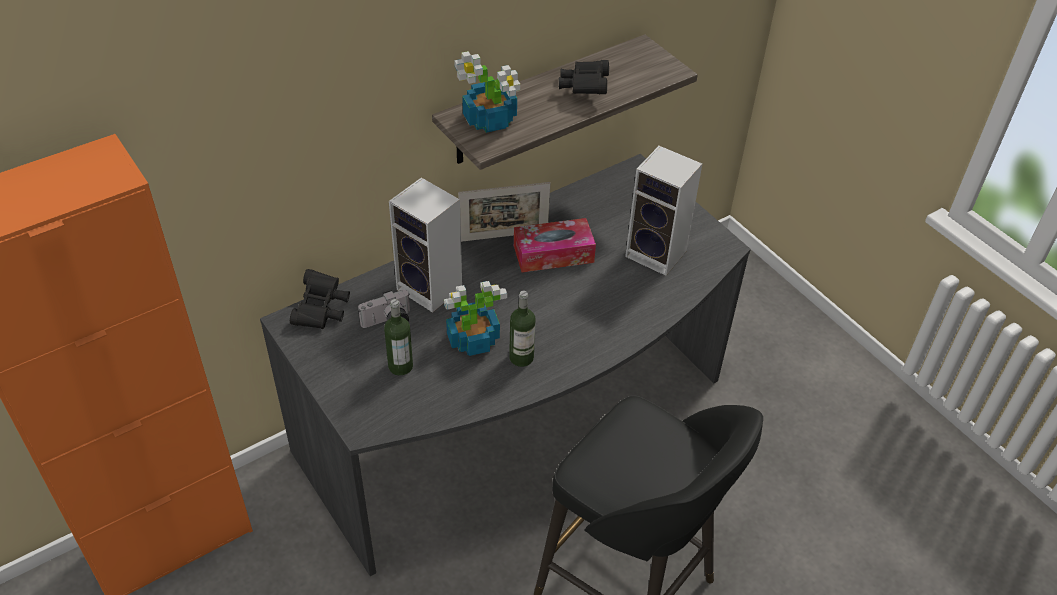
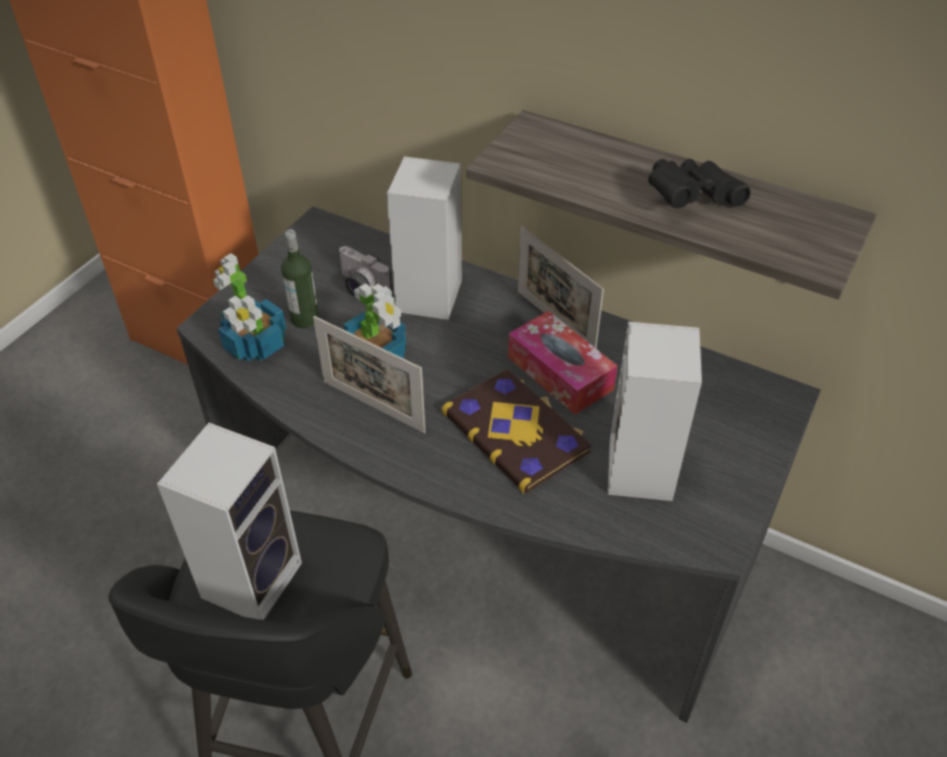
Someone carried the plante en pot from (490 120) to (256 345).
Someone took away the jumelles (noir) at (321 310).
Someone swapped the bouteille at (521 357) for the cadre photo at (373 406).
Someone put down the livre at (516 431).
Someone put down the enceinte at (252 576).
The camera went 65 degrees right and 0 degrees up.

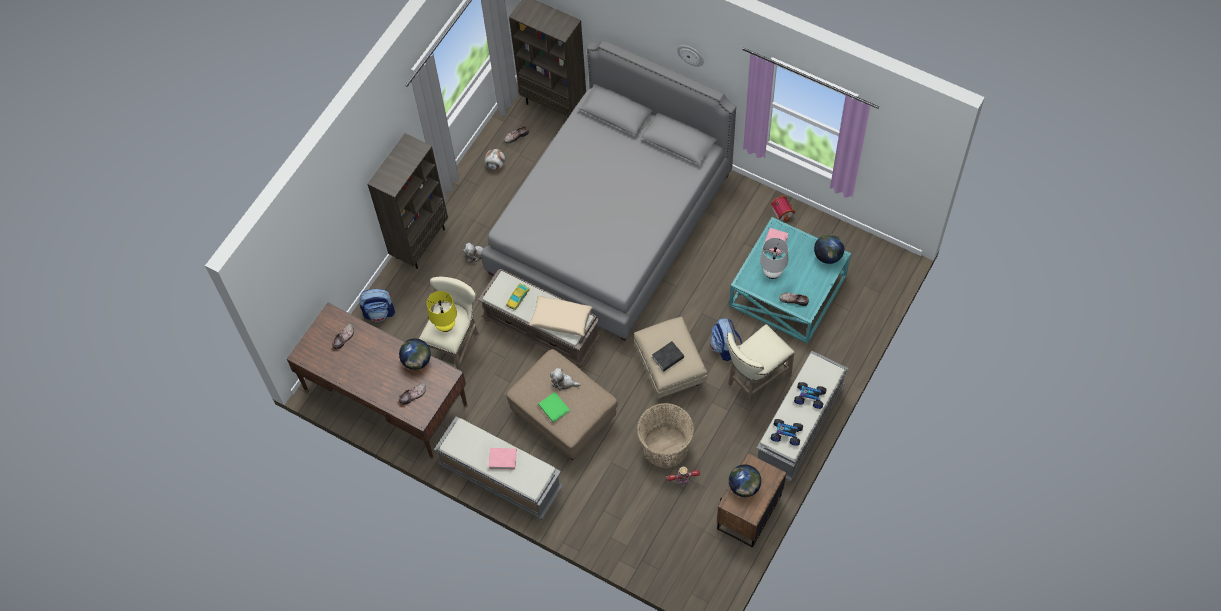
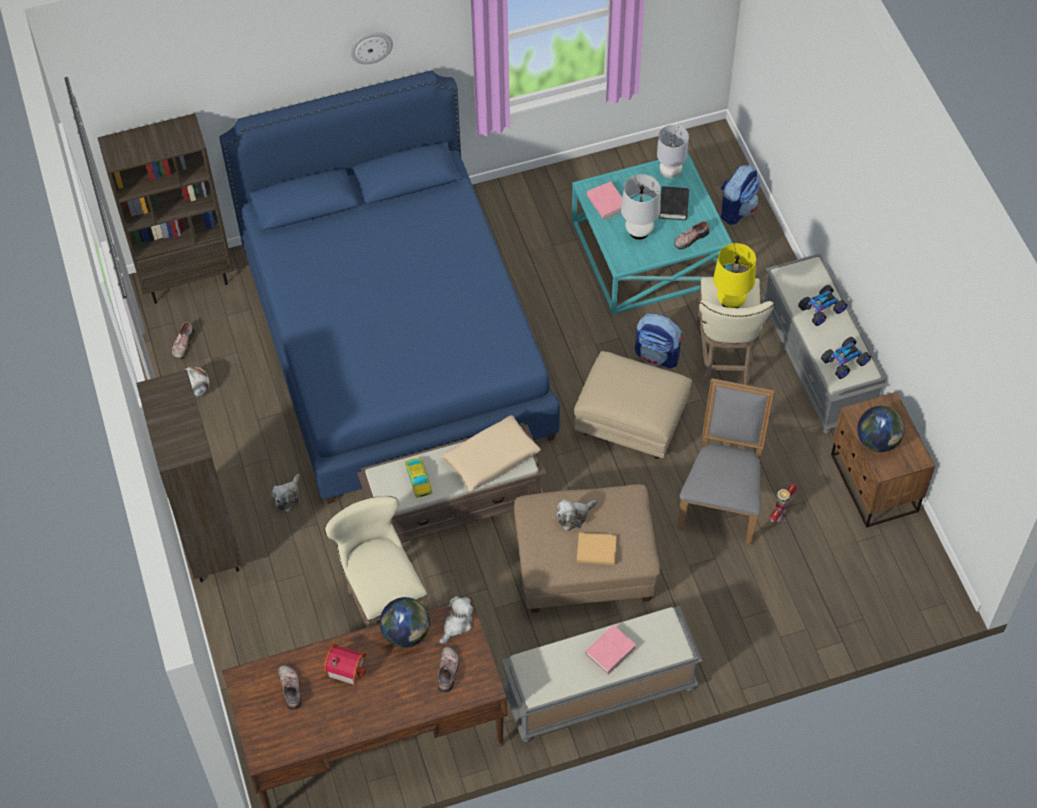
Someone repainted the lit (gris) at (610 223), which became the lit (bleu) at (395 342).
Someone carried the maison miniature from (783 212) to (346 667).
Someone swapped the globe at (828 255) for the lampe de table (gris) at (670 172).
Someone carried the sac à dos from (380 312) to (736 209).
Someone carried the lampe de table (jaune) from (445 325) to (731 301).
Someone carried the livre (noir) from (668 357) to (674 206).
Someone repainted the livre (vert) at (553 407), which became the livre (beige) at (595 549).
Someone swapped the panier at (665 447) for the chaise (gris) at (722 500).
Someone put down the peluche at (456 624).
The camera went 50 degrees left and 5 degrees down.

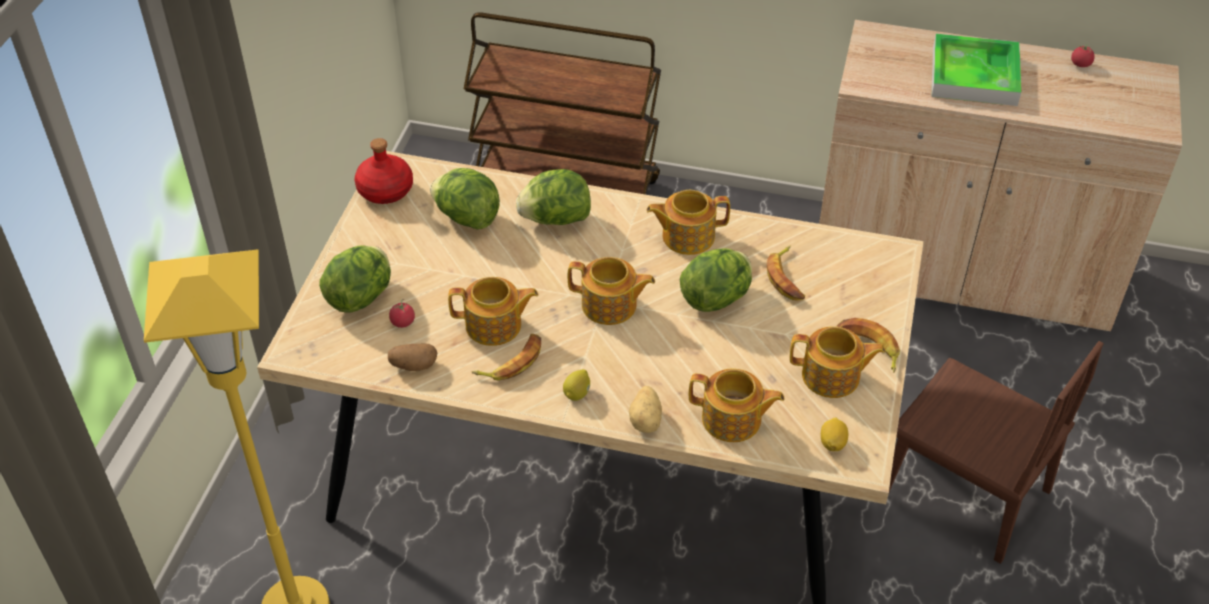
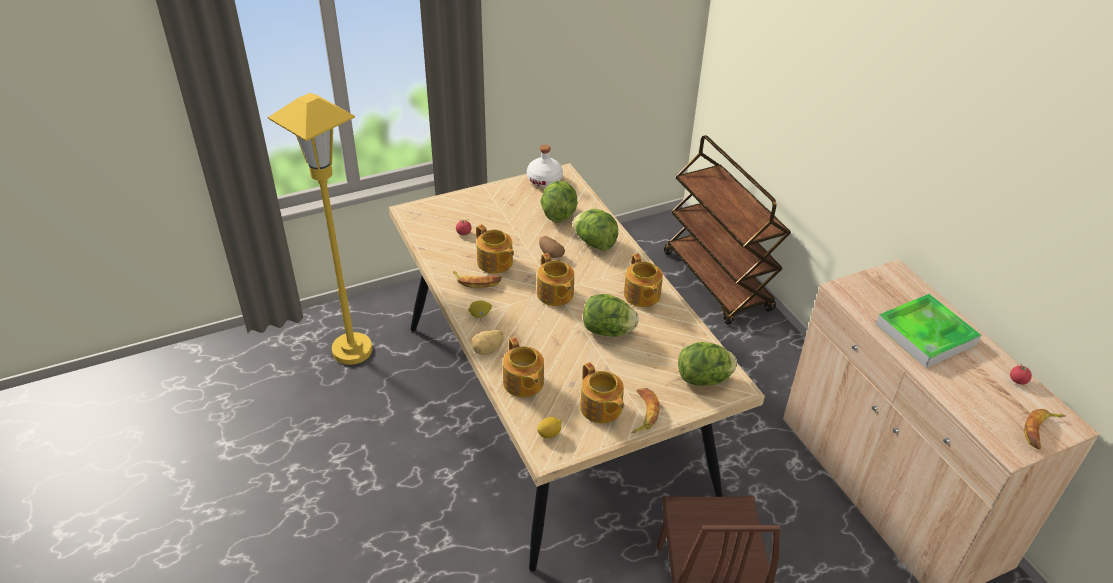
Someone repainted the bouteille (rouge) at (385 190), which became the bouteille (blanc) at (544 179).
Someone rotated the théière at (686 236) by 150 degrees counterclockwise.
Someone carried the laitue from (361 296) to (704 379).
Someone carried the banane from (786 278) to (1041 431).
Someone carried the pomme de terre from (413 366) to (550 253).
The camera went 50 degrees right and 5 degrees down.

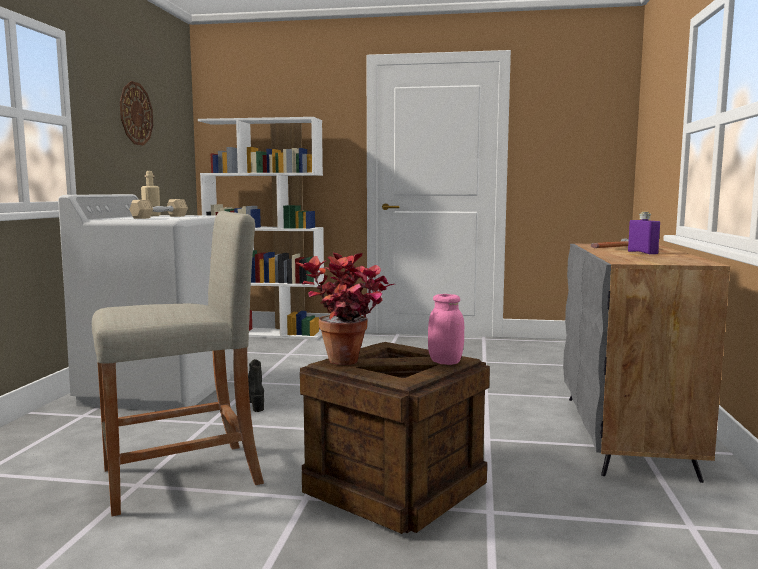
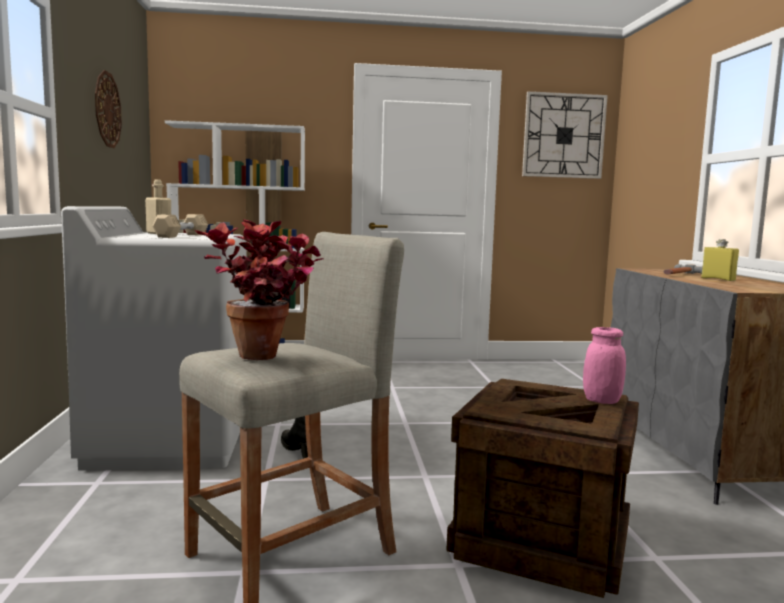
Someone repainted the bouteille (violet) at (642 252), which became the bouteille (jaune) at (718 279).
Someone carried the plante en pot from (348 365) to (266 360).
Someone put up the horloge murale at (563 136).
The camera went 15 degrees left and 0 degrees up.

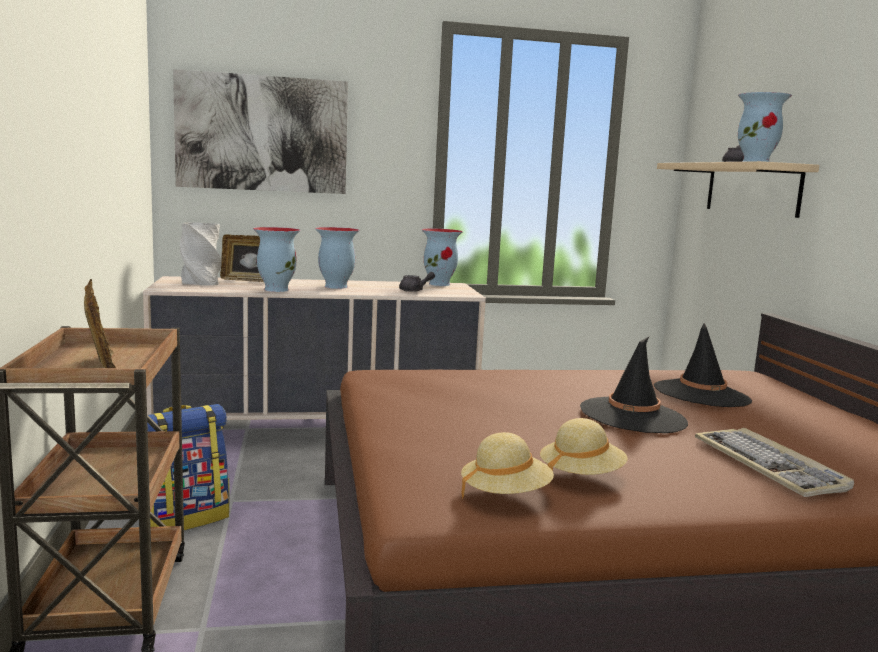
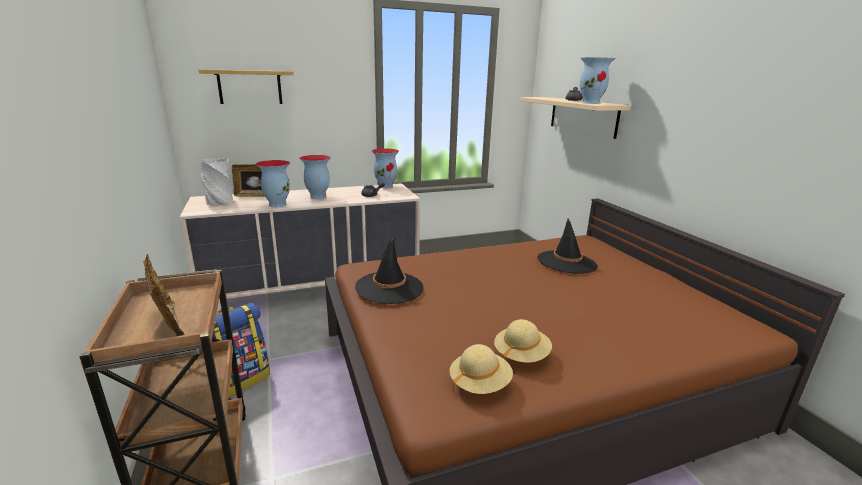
Someone swapped the tableau at (262 133) for the étagère at (250 87).
Someone carried the chapeau (noir) from (633 416) to (389 288).
Someone took away the clavier at (770 466).
The camera went 10 degrees left and 10 degrees up.

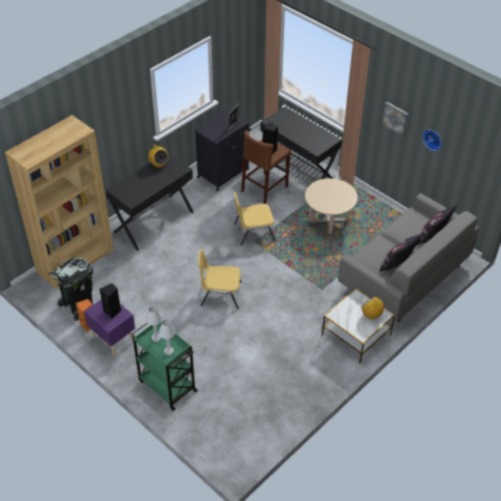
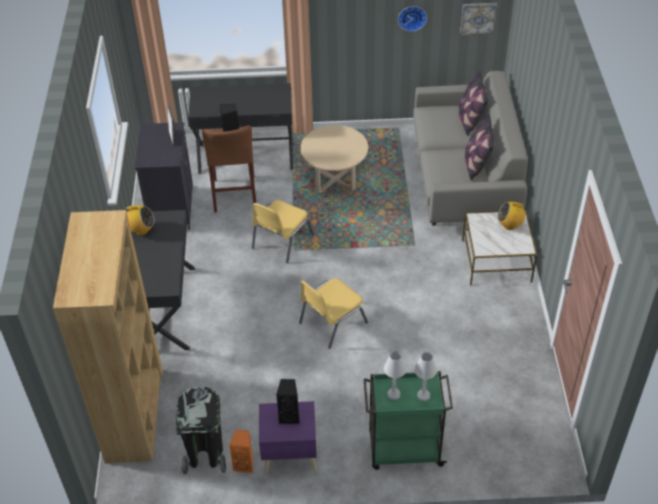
Someone carried the tableau from (396 118) to (478 18).
The camera went 45 degrees left and 0 degrees up.

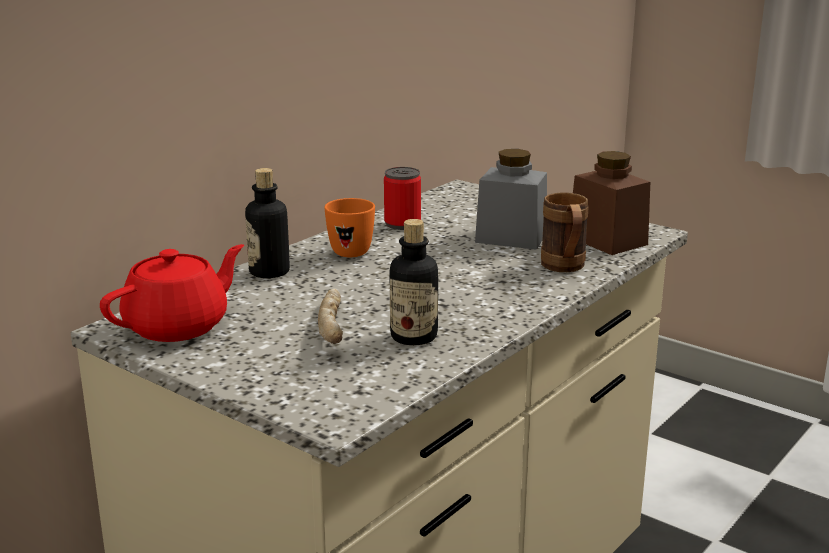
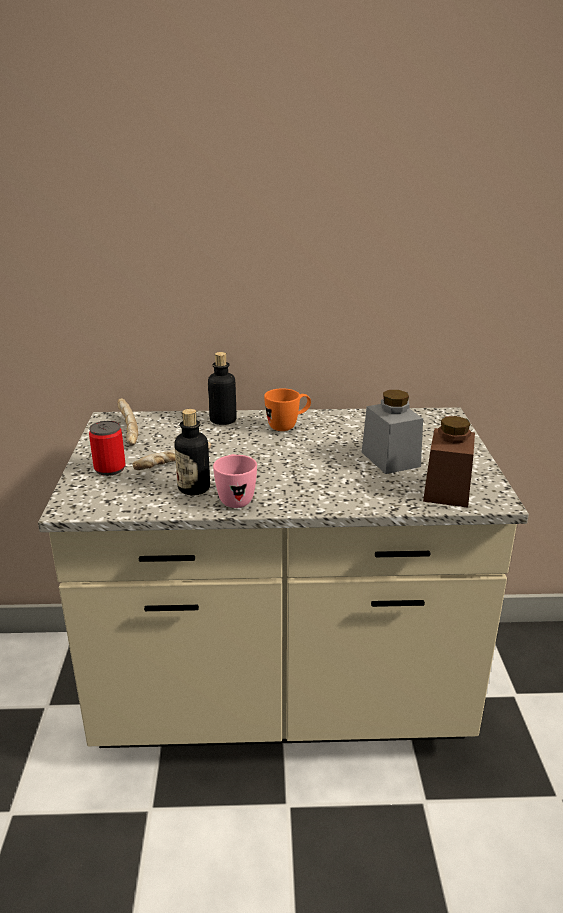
Someone carried the boîte métallique from (402 224) to (110 469).
Someone took away the mug (marron) at (564 268).
Someone swapped the théière (rouge) at (179 326) for the pain at (127 429).
Someone put down the mug (rose) at (235 498).
The camera went 50 degrees right and 5 degrees up.

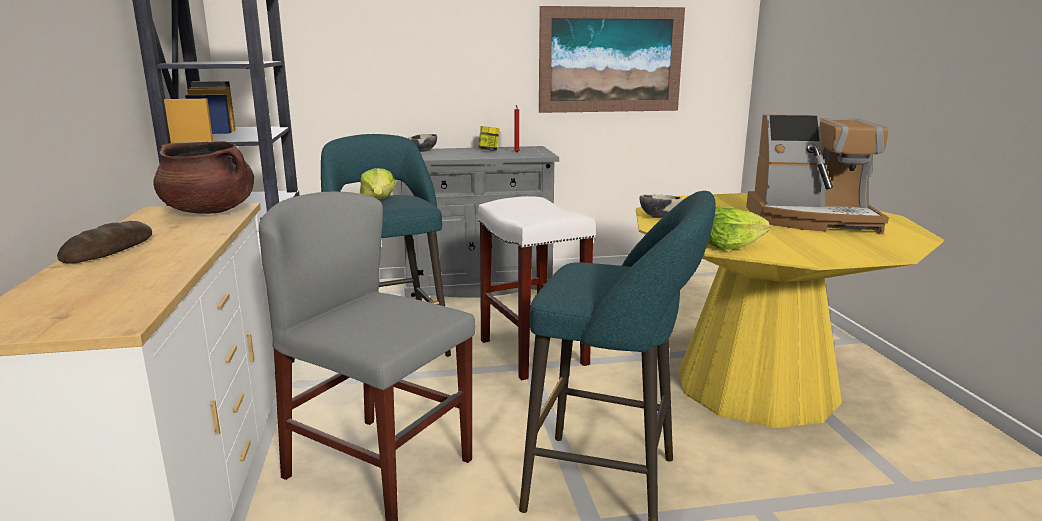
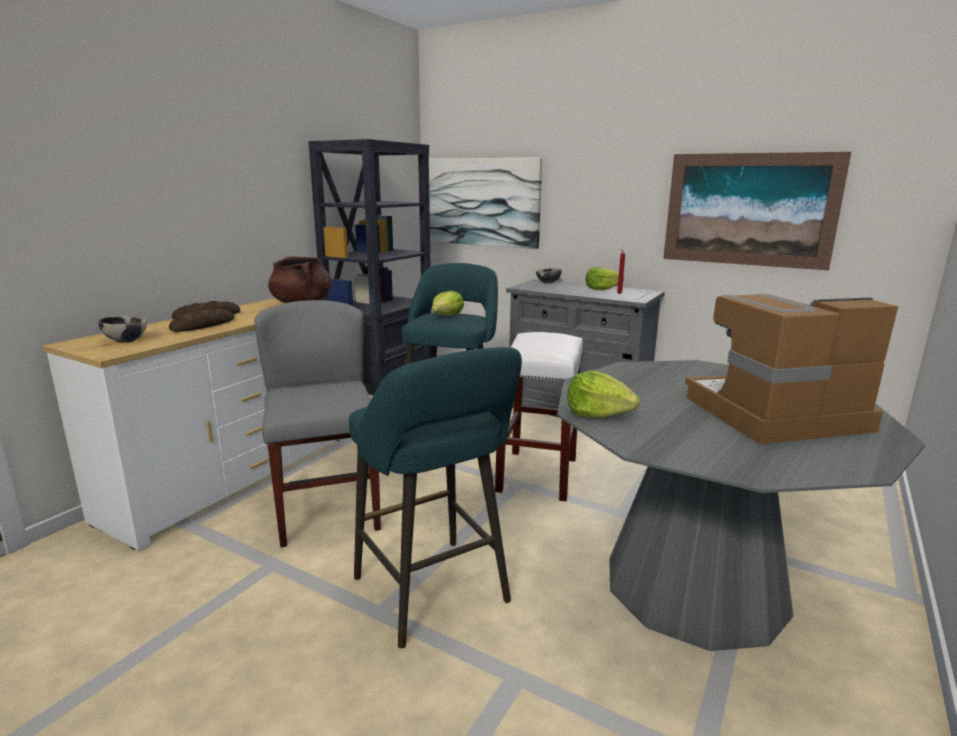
Someone rotated the machine à café at (811 219) by 120 degrees clockwise.
Someone swapped the bocal at (488 150) for the laitue at (601 289).
Someone repainted the table à manger (jaune) at (756 386), which became the table à manger (gris) at (694 585).
Someone carried the bol from (658 217) to (126 341).
Someone put up the tableau at (483 202).
Someone put down the pain at (203 325).
The camera went 40 degrees right and 0 degrees up.

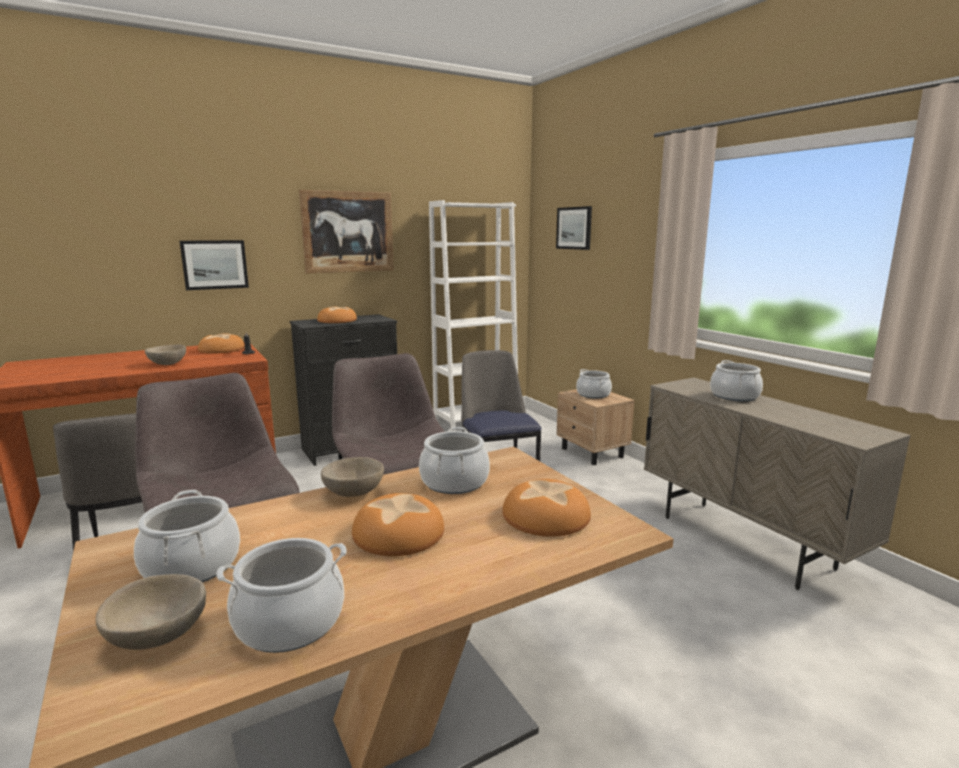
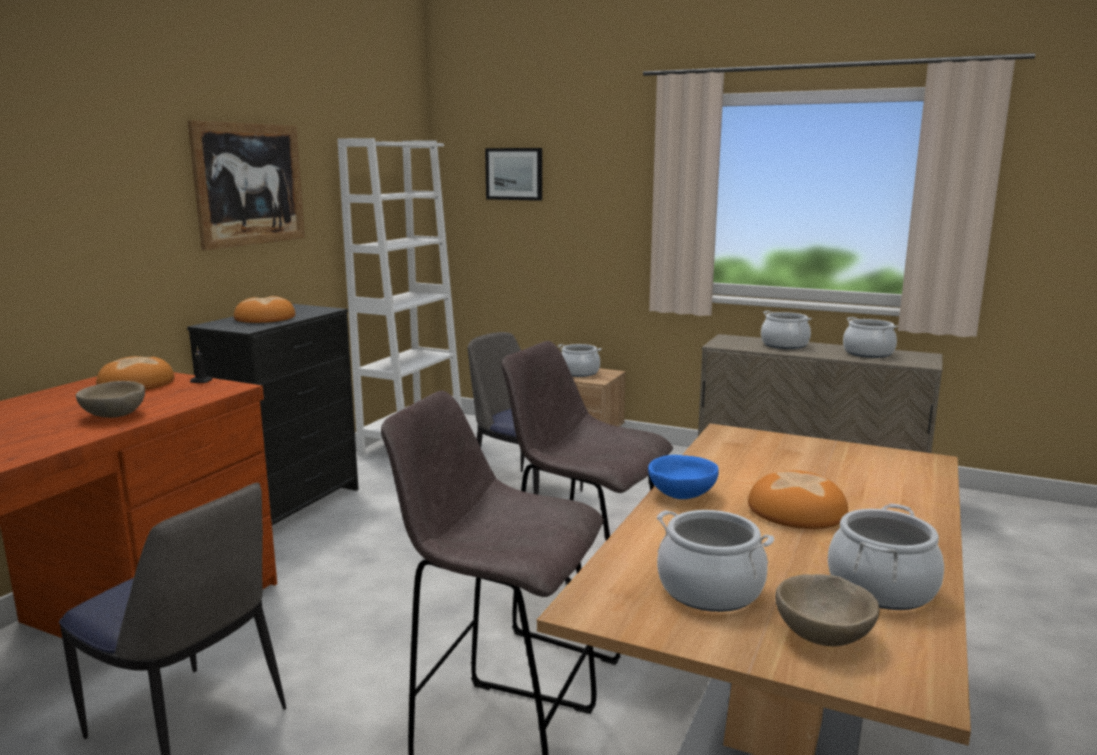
Someone took away the tableau at (214 264).
Someone carried the marmite from (454 482) to (868 353).
Someone repainted the bol (beige) at (354 492), which became the bol (bleu) at (682 494).
Someone took away the pain at (545 516).
The camera went 35 degrees left and 0 degrees up.

